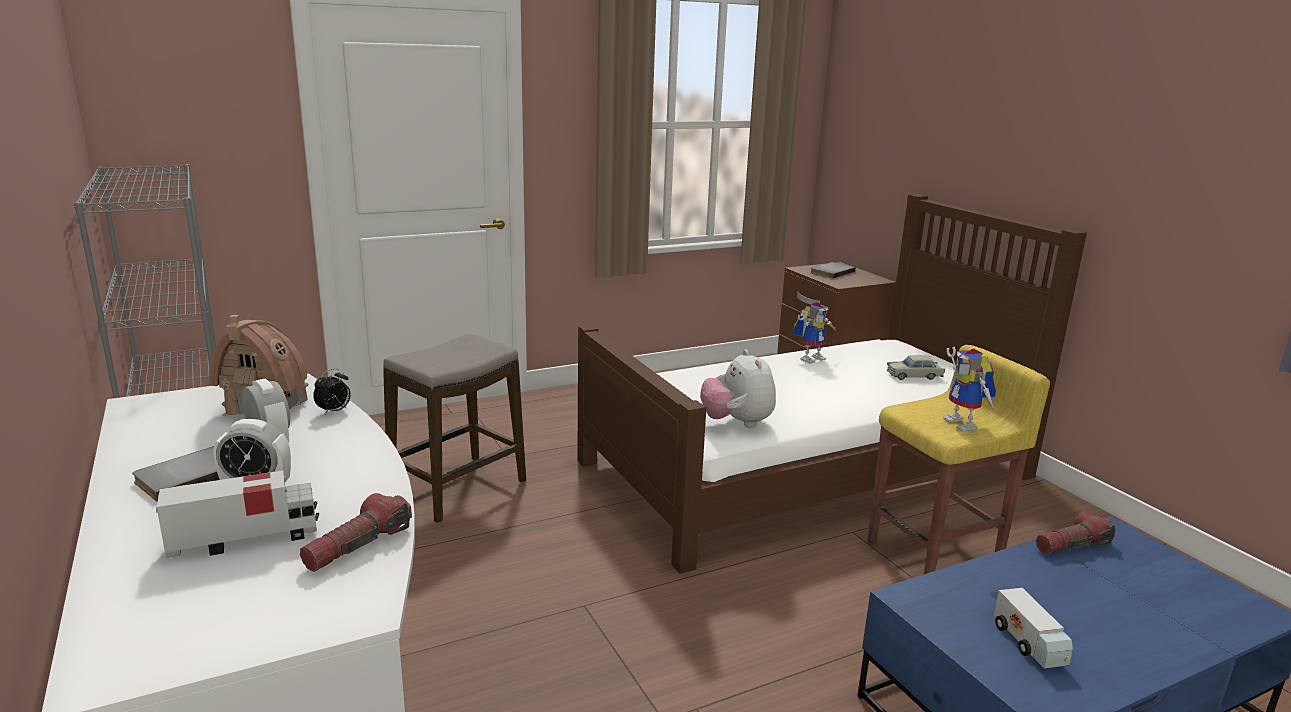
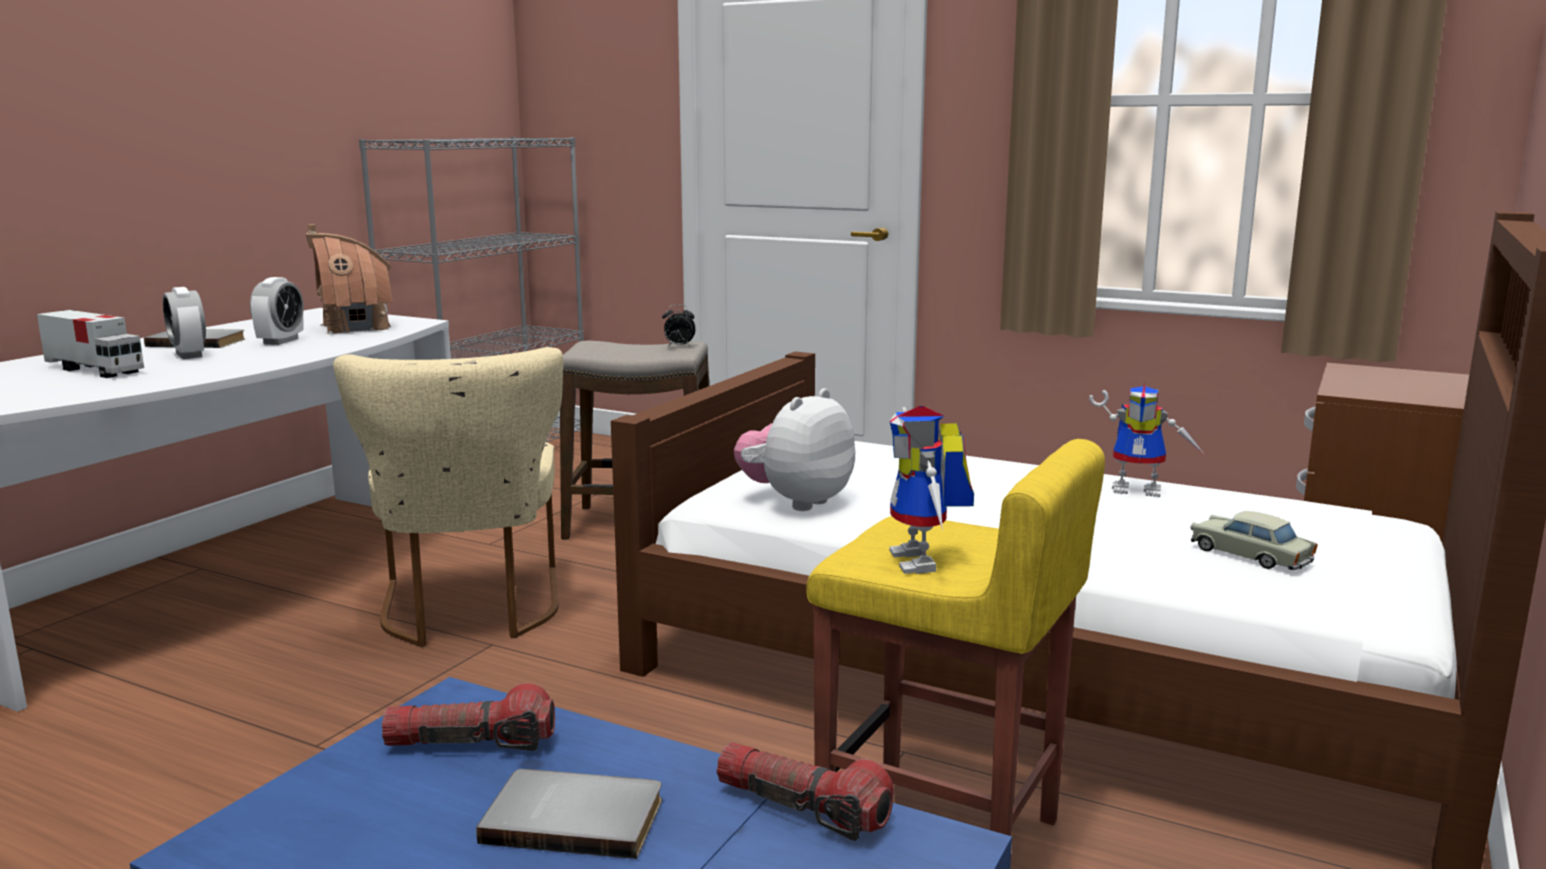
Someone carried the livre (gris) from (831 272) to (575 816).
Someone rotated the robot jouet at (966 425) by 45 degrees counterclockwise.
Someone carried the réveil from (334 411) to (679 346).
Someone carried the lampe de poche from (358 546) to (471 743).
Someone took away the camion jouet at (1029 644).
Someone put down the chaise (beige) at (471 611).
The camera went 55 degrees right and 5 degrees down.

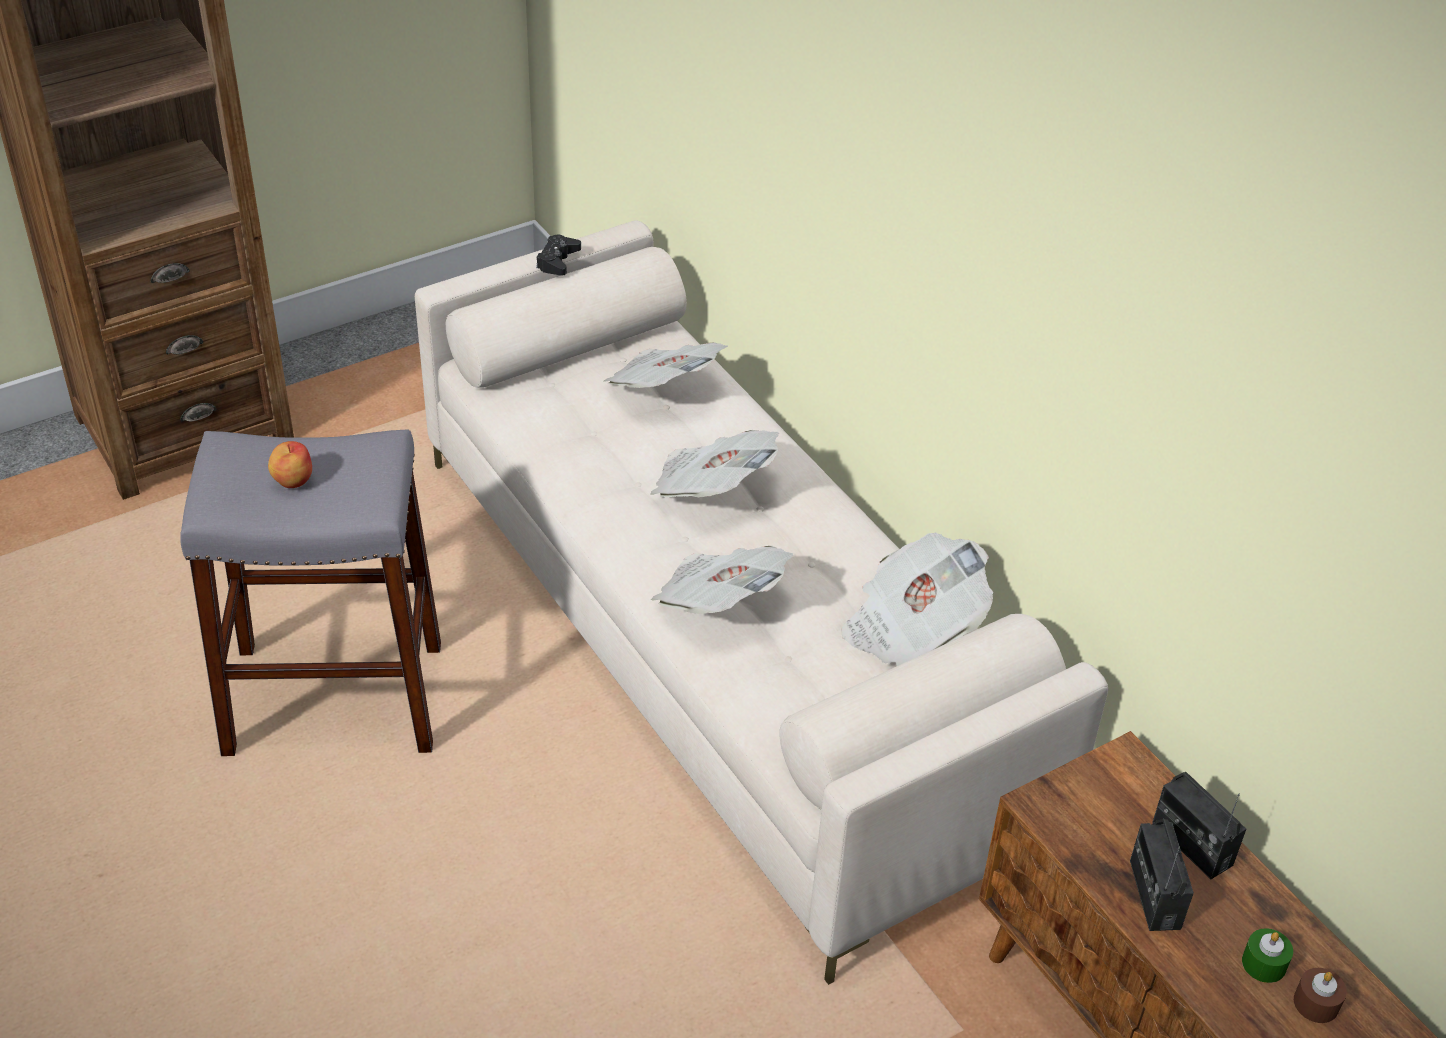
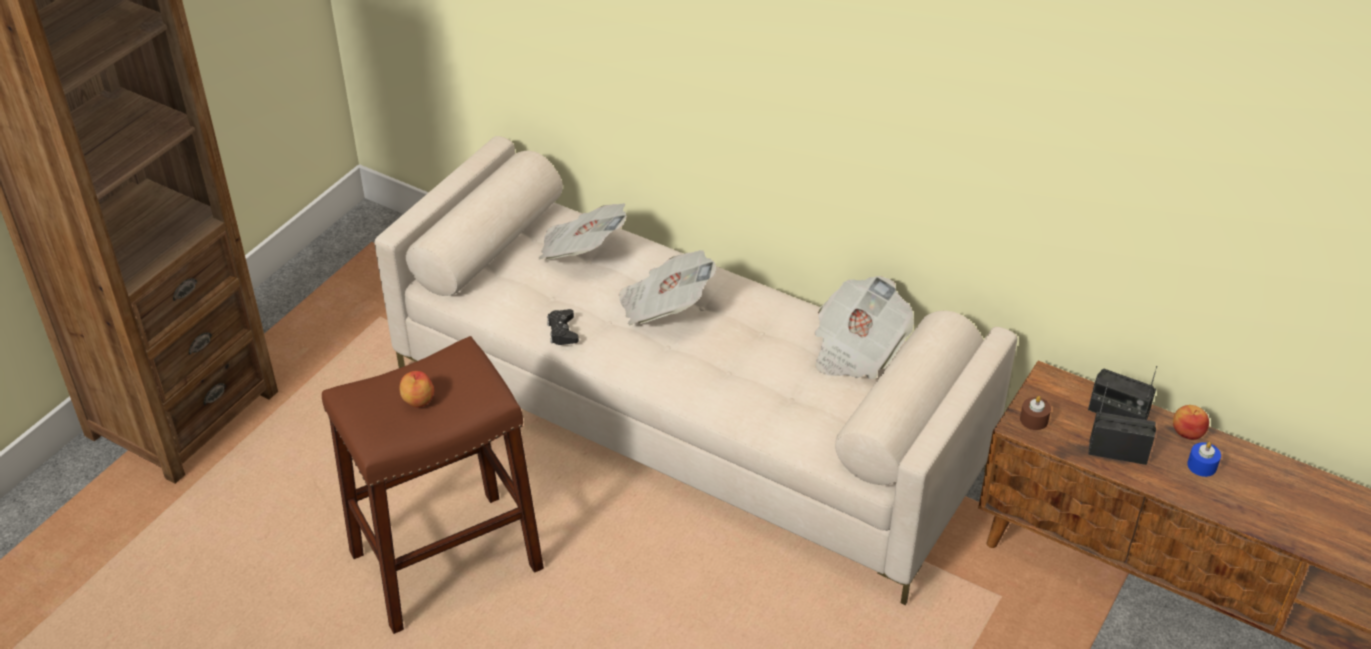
Someone carried the manette (noir) from (557 261) to (562 331).
Someone repainted the tabouret (gris) at (335 699), which became the tabouret (marron) at (446 561).
Someone took away the journal at (719 602).
Someone rotated the radio at (1154 894) by 135 degrees clockwise.
Someone repainted the bougie (vert) at (1264 963), which became the bougie (bleu) at (1202 465).
Someone carried the bougie (marron) from (1316 1003) to (1034 420).
Someone put down the pomme at (1187 432).
The camera went 25 degrees left and 0 degrees up.

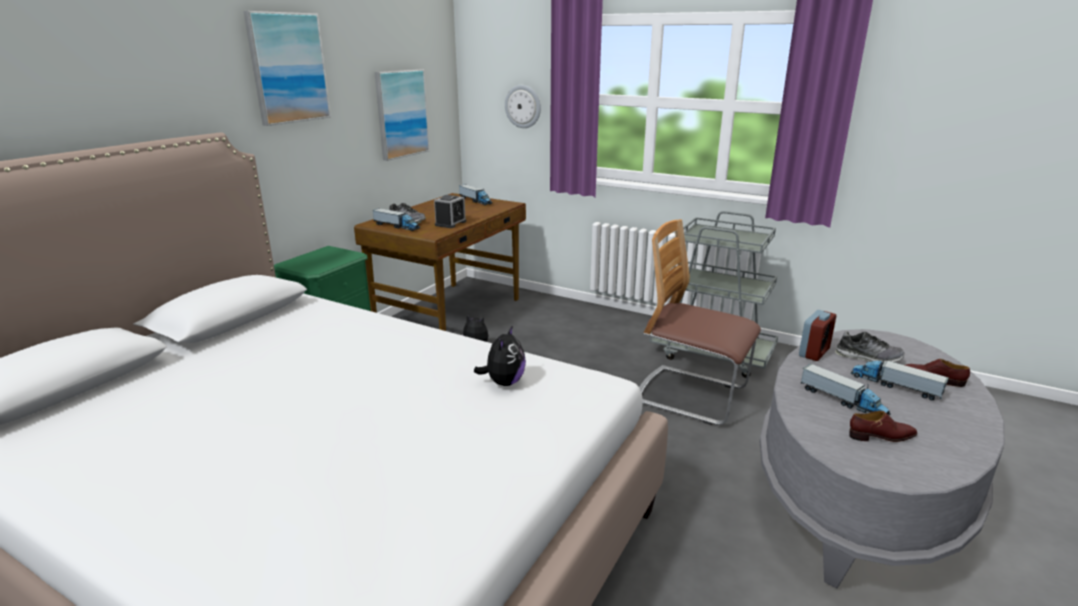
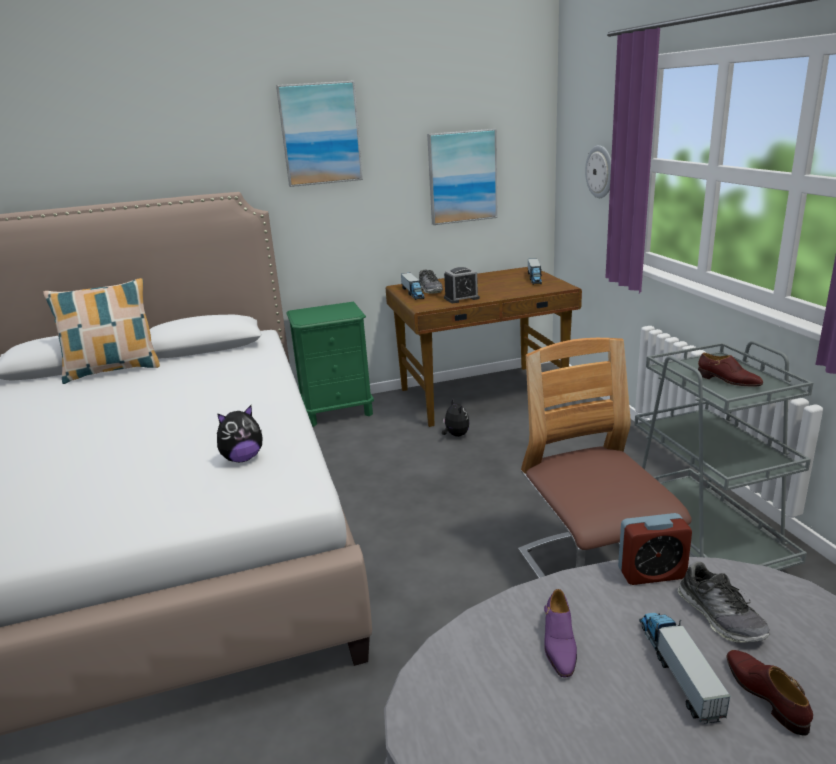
Someone swapped the camion jouet at (842 401) for the chaussure (violet) at (559 644).
Someone carried the chaussure (marron) from (882 436) to (728 380).
Someone put down the coussin at (113 370).
The camera went 45 degrees right and 0 degrees up.

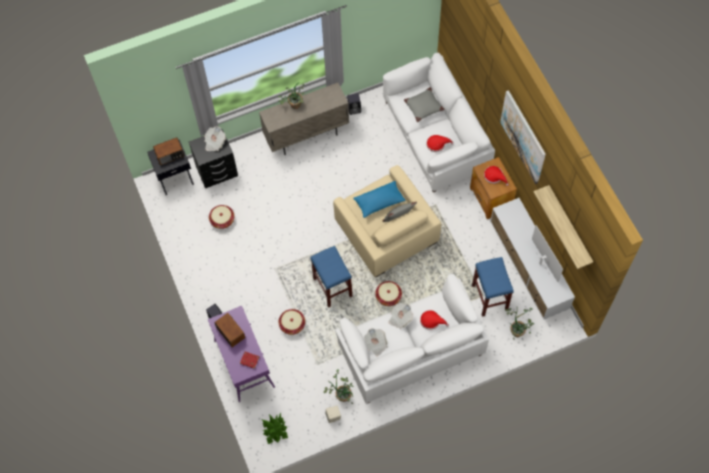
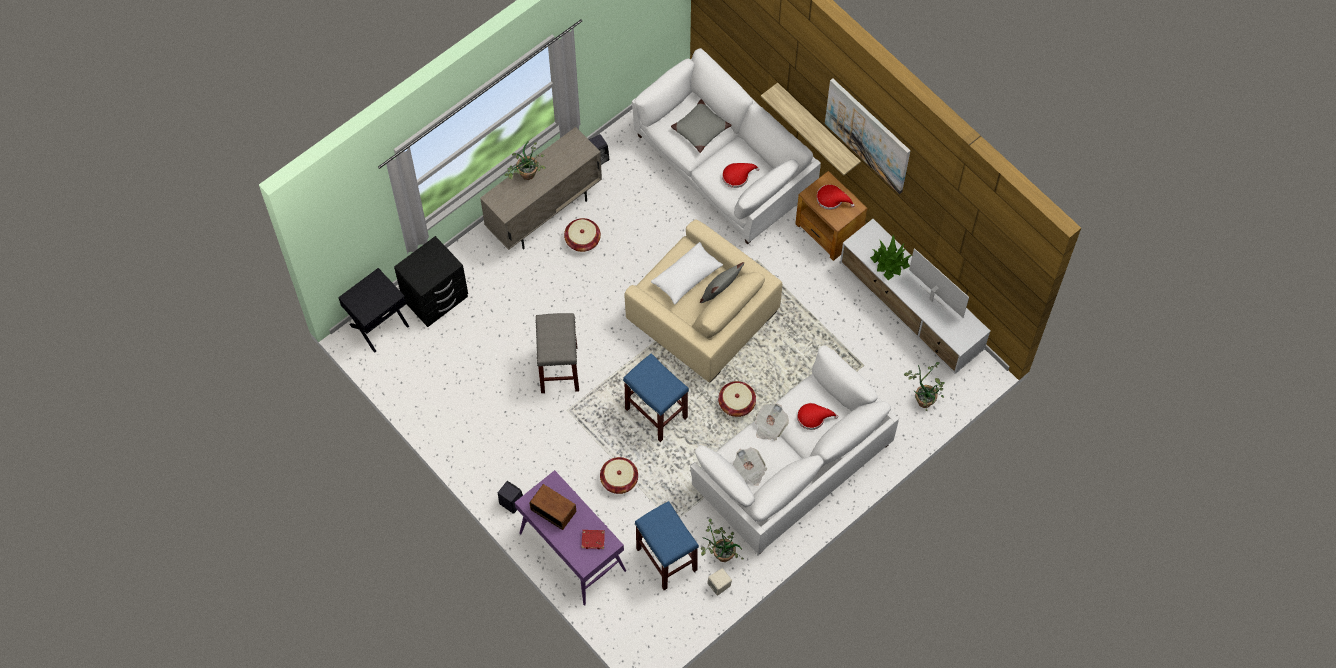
Someone took away the journal at (214 142).
Someone took away the radio at (170 155).
Someone repainted the coussin (bleu) at (379 202), which became the coussin (blanc) at (687 277).
Someone carried the étagère from (569 226) to (818 127).
Someone carried the panier from (222 220) to (582 240).
Someone carried the tabouret (bleu) from (490 298) to (667 560).
Someone carried the plante en pot from (275 430) to (889 261).
Someone put down the tabouret (gris) at (558 369).
The camera went 20 degrees left and 0 degrees up.

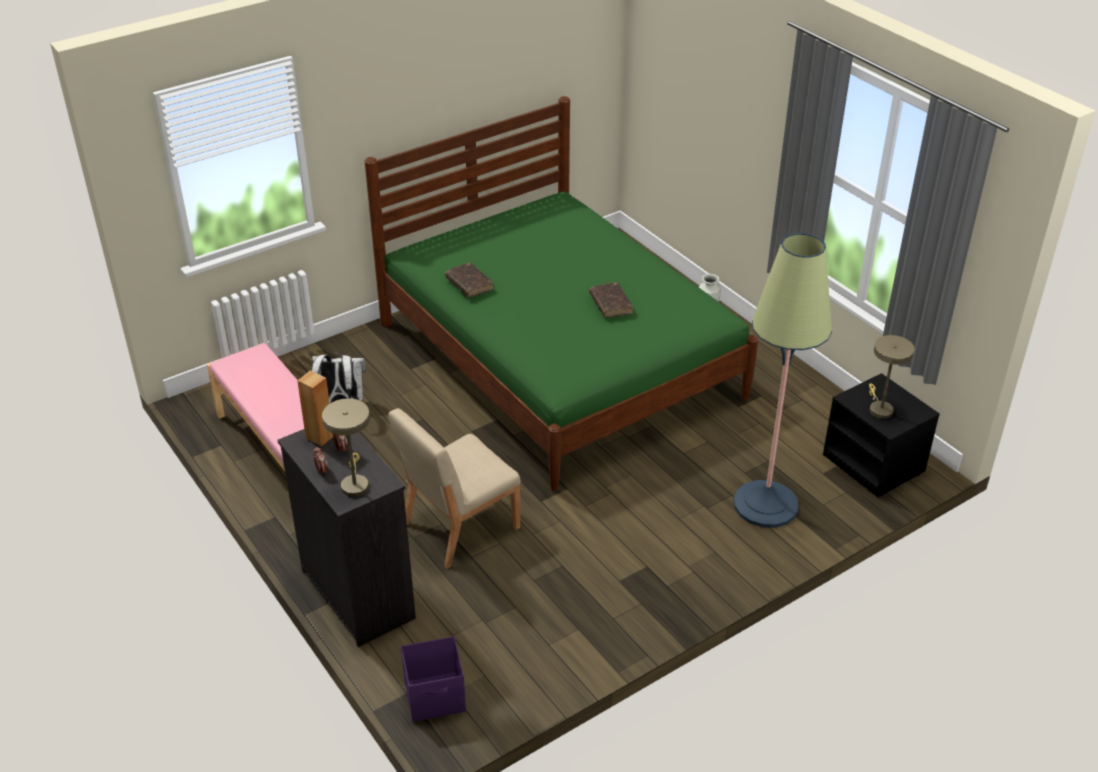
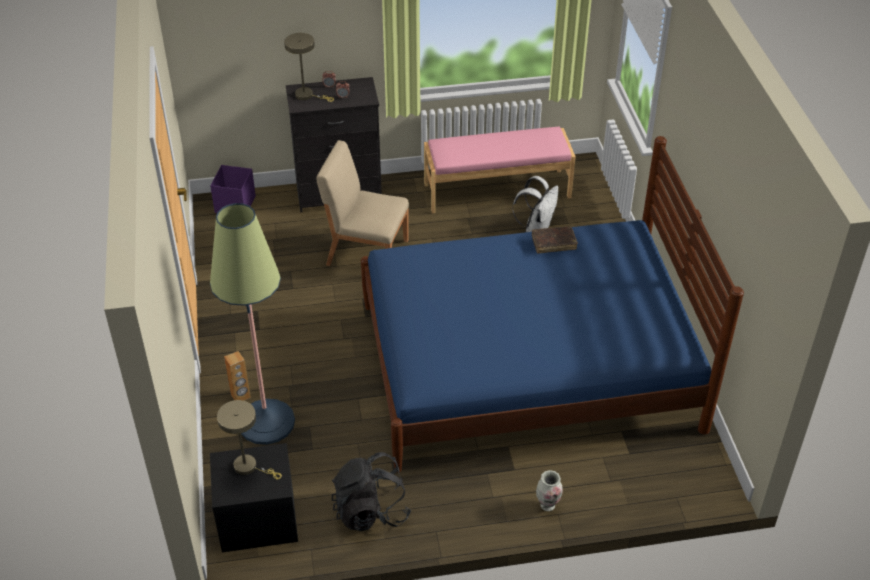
Someone repainted the lit (vert) at (559 360), which became the lit (bleu) at (527 366).
Someone took away the livre (marron) at (610 305).
Someone carried the enceinte (marron) from (320 437) to (240 396).
Someone rotated the chaise (beige) at (459 526) by 60 degrees counterclockwise.
Someone put down the sac à dos (noir) at (371 511).
The camera went 115 degrees right and 5 degrees up.

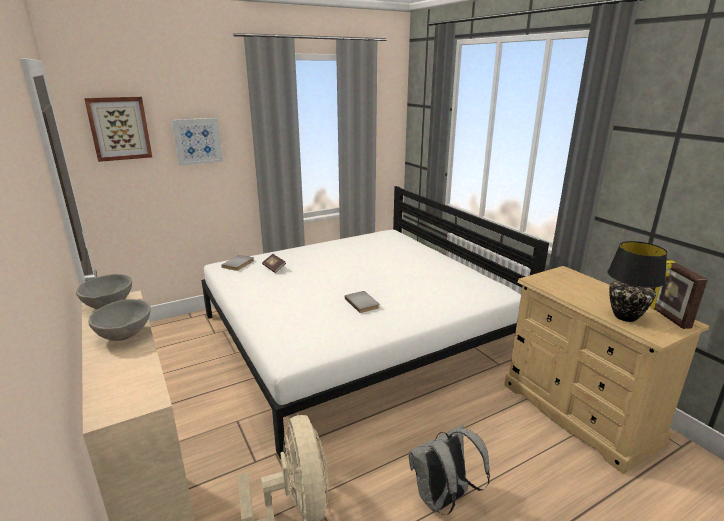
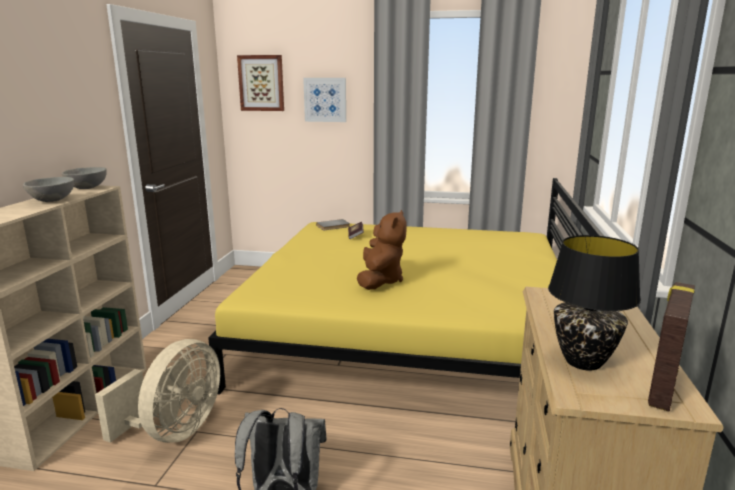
Someone repainted the lit (blanc) at (356 334), which became the lit (jaune) at (412 332).
Someone swapped the livre (gris) at (363 303) for the peluche (marron) at (380 281).
The camera went 40 degrees right and 5 degrees down.

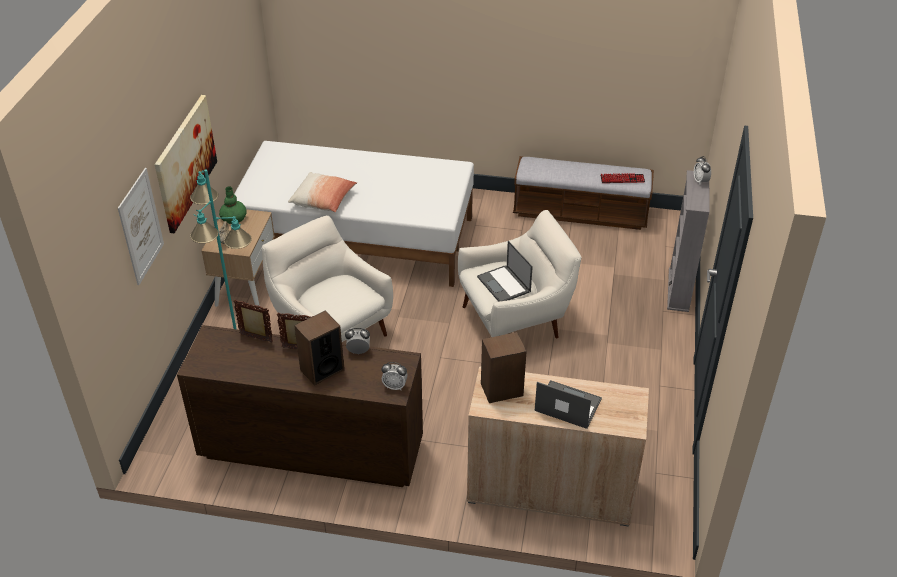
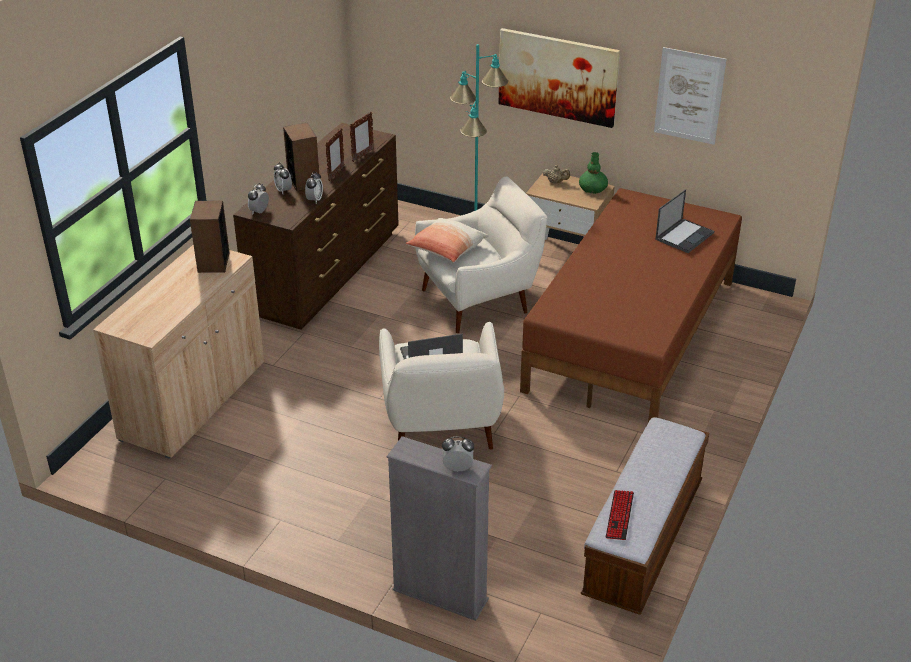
Someone repainted the lit (blanc) at (357 238), which became the lit (marron) at (633 334).
Someone carried the tableau from (141 226) to (689 96).
Someone carried the coussin from (323 200) to (447 249).
Someone carried the ordinateur portable from (567 405) to (684 236).
Someone put down the réveil at (283 190).
The camera went 105 degrees right and 5 degrees down.

